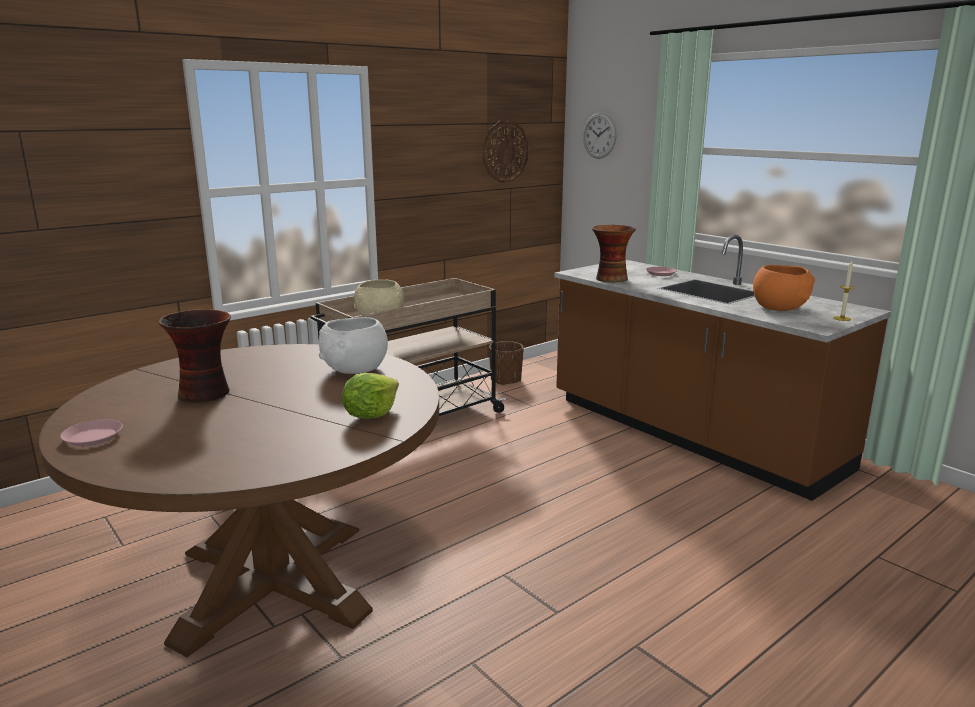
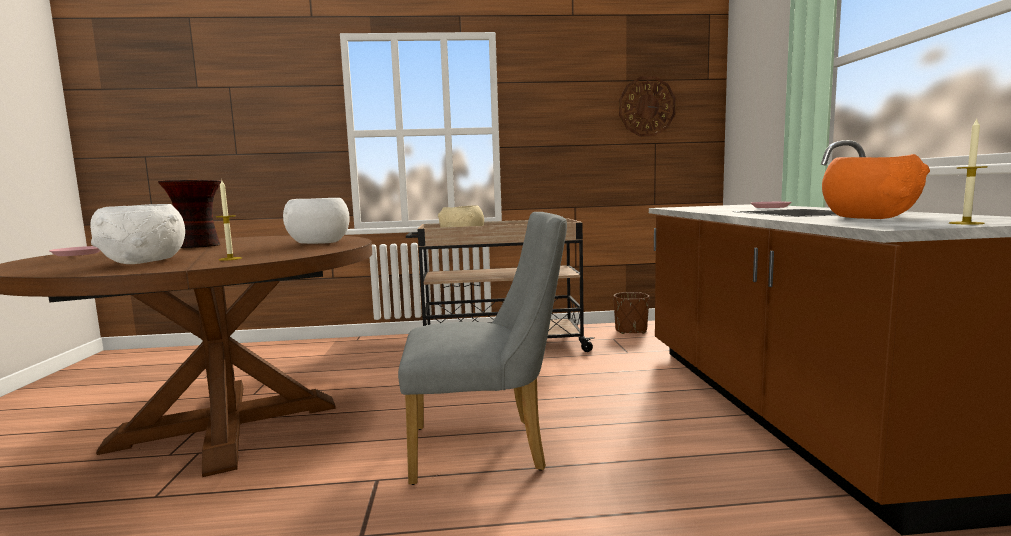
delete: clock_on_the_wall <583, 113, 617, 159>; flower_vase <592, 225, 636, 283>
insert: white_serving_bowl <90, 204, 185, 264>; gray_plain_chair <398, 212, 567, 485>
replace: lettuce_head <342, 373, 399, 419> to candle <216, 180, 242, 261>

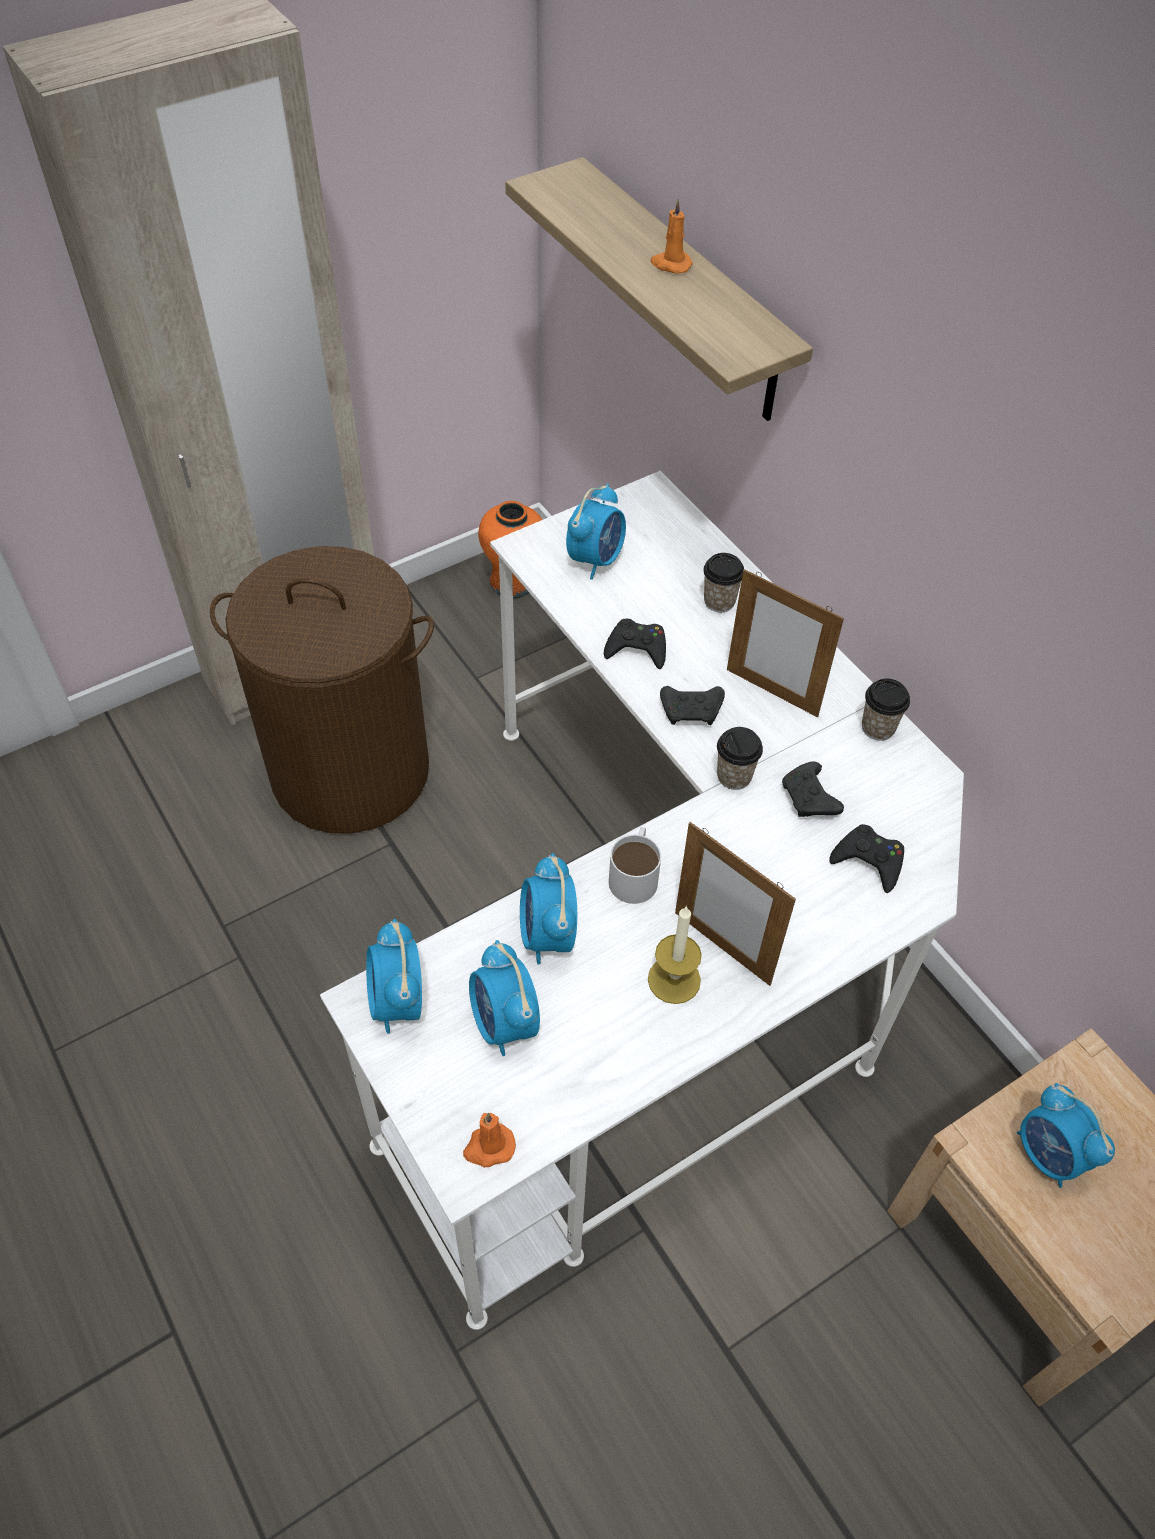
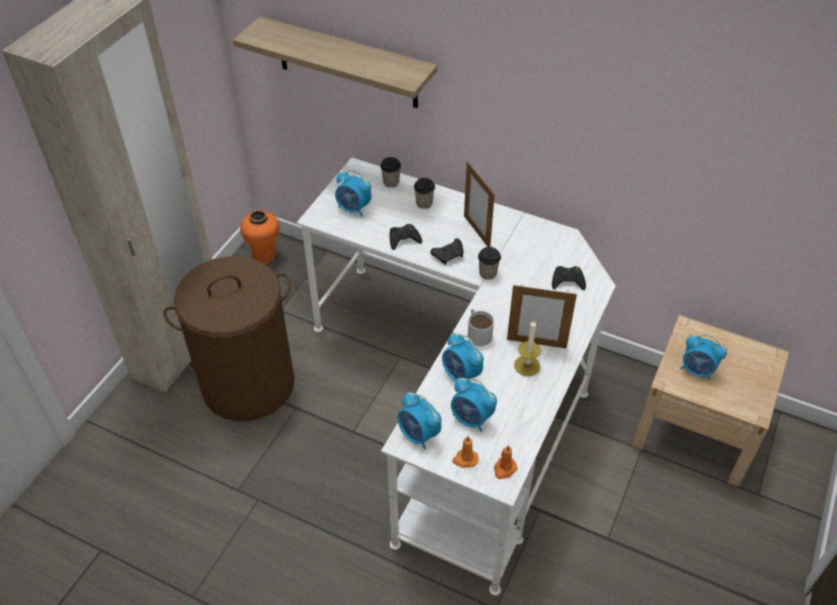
delete: blackish_game_controller <782, 762, 844, 817>
move: orange-coloured_candle <651, 199, 693, 274> to <452, 436, 479, 468>; cup <862, 679, 910, 741> to <380, 157, 401, 188>
rotate: table_clock <566, 484, 626, 580> = <335, 170, 371, 216> 120 degrees clockwise; standing_frame <727, 569, 844, 718> = <464, 161, 495, 247> 60 degrees clockwise

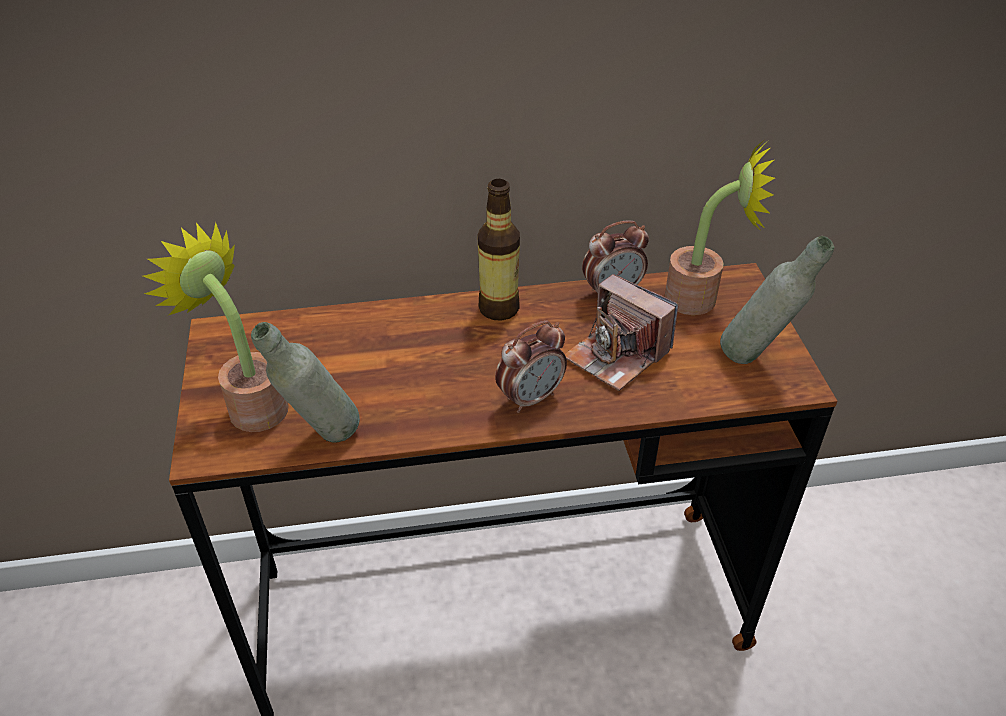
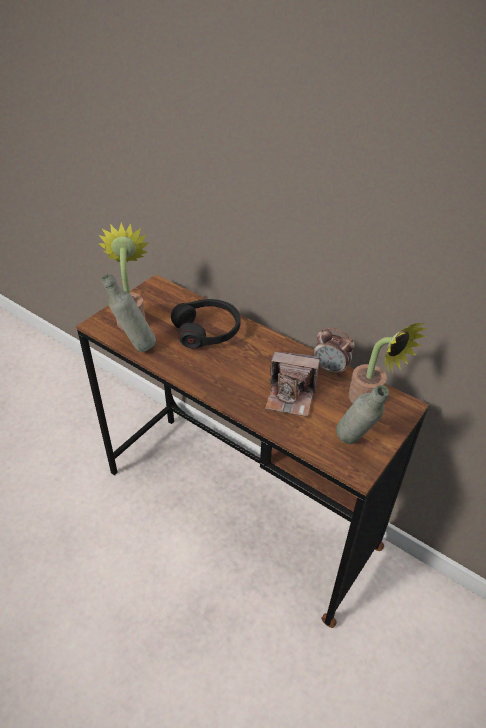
delete: drink_bottle <478, 179, 520, 321>; table_clock <495, 320, 567, 413>
insert: blackish_pair_of_headphones <171, 299, 241, 348>
rotate: still_camera <565, 274, 678, 391> = <265, 351, 320, 417> 75 degrees counterclockwise

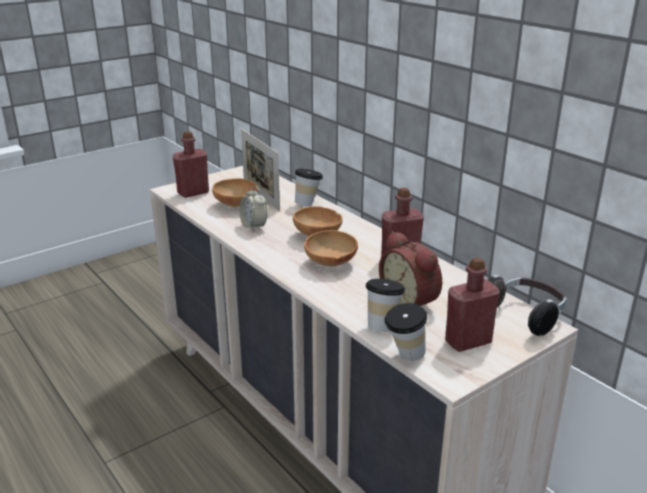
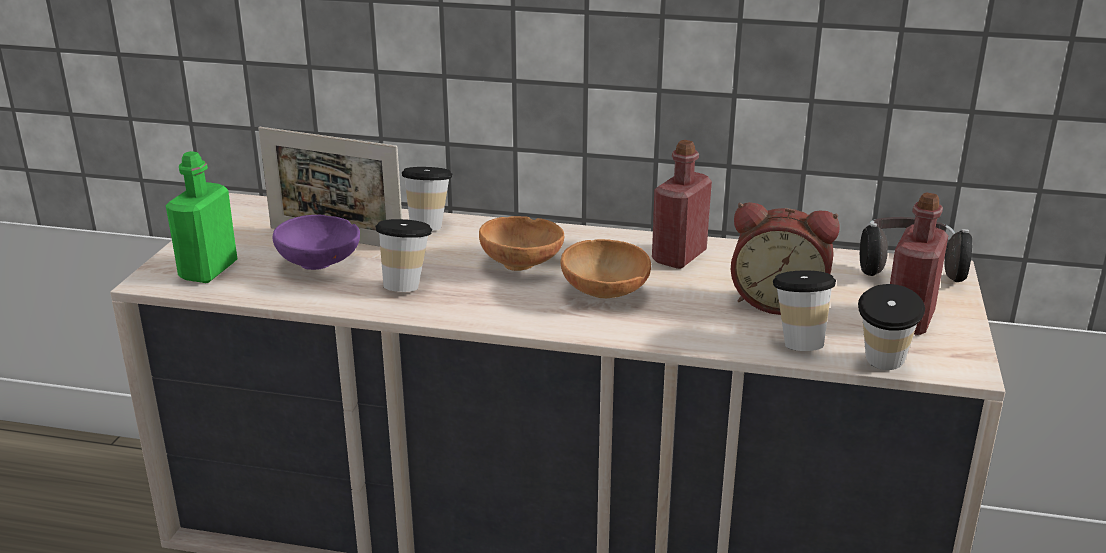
replace: table_clock <240, 186, 267, 232> to cup <376, 219, 432, 292>
recolor: reddish_drink_bottle <173, 131, 209, 198> to green_drink_bottle <166, 151, 237, 283>; brownish_serving_bowl <212, 178, 258, 207> to purplish_serving_bowl <273, 215, 360, 270>

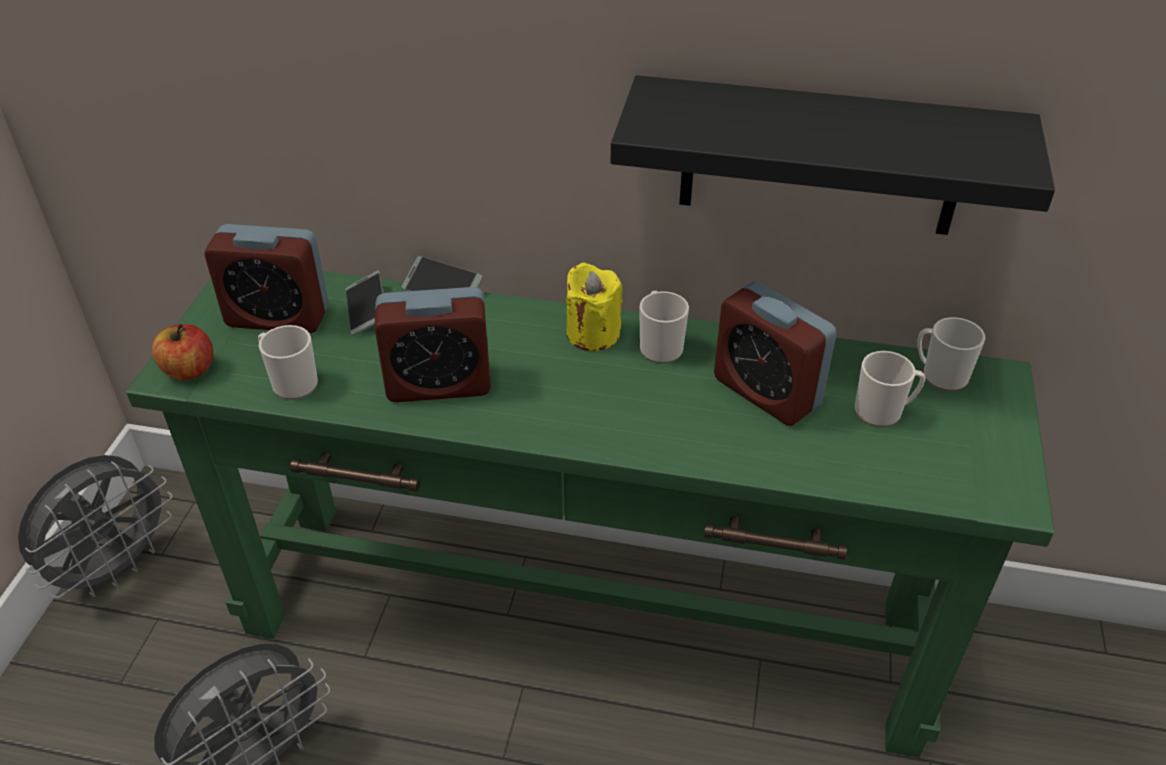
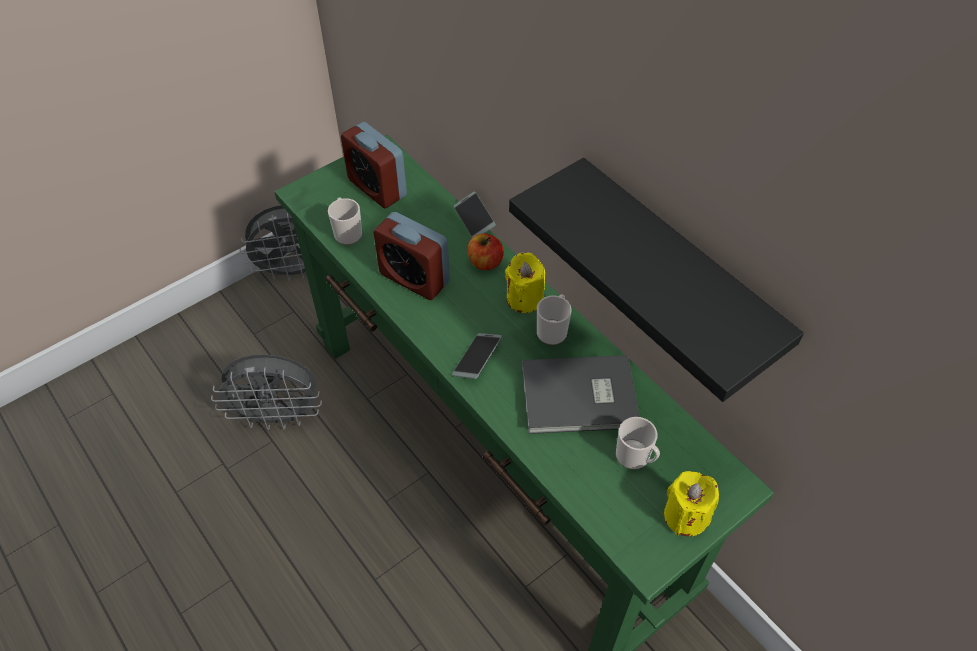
delete: tea_mug <918, 317, 985, 391>
insert: yellowish_candle <664, 471, 719, 536>
move: handset <345, 271, 384, 336> to <452, 333, 502, 379>; whole_apple <152, 324, 213, 380> to <468, 233, 504, 270>
replace: table_clock <714, 282, 837, 426> to gray_book <522, 355, 640, 434>

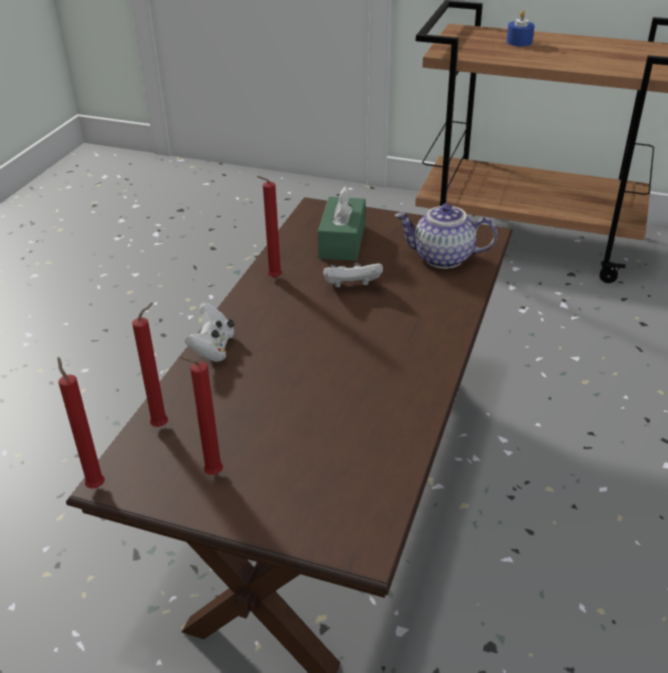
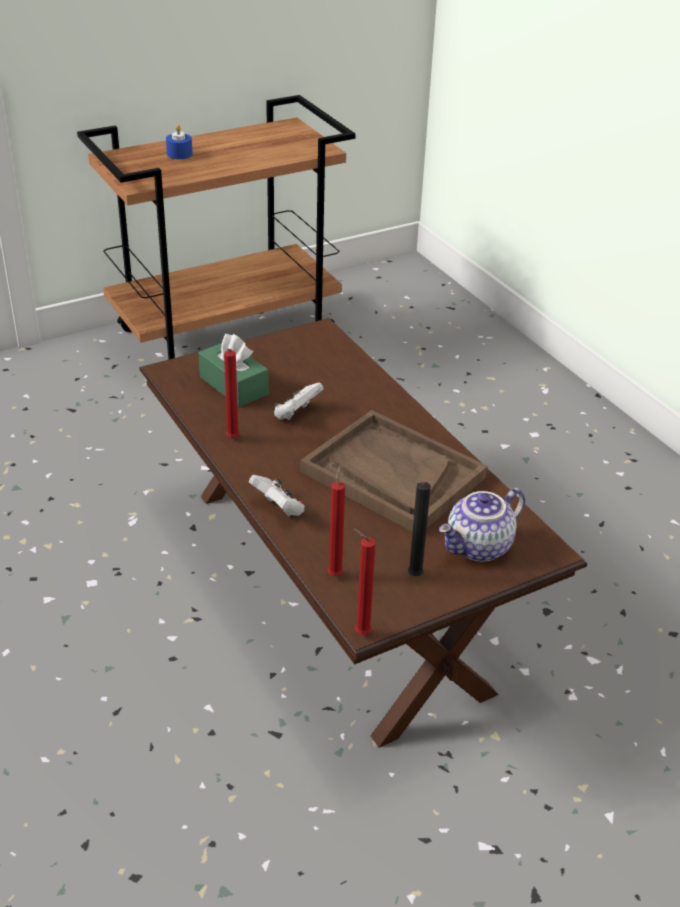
insert: brownish_serving_tray <300, 410, 488, 532>
move: teapot <395, 203, 498, 269> to <439, 488, 525, 562>
recolor: reddish_candle <179, 356, 223, 475> to blackish_candle <408, 481, 431, 576>

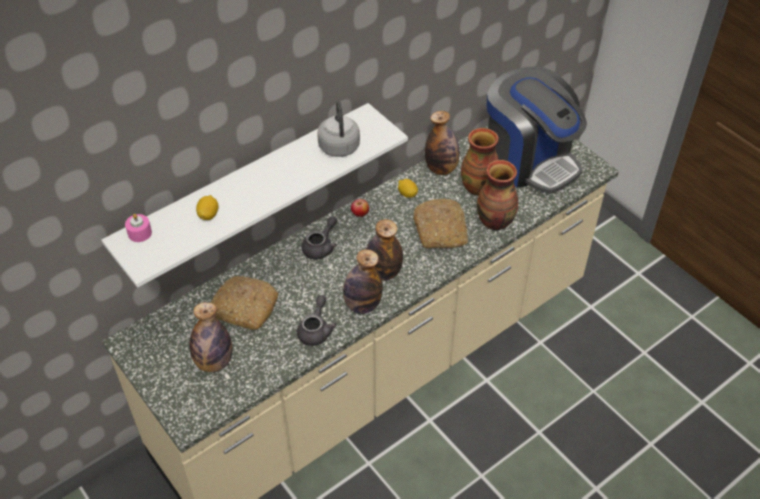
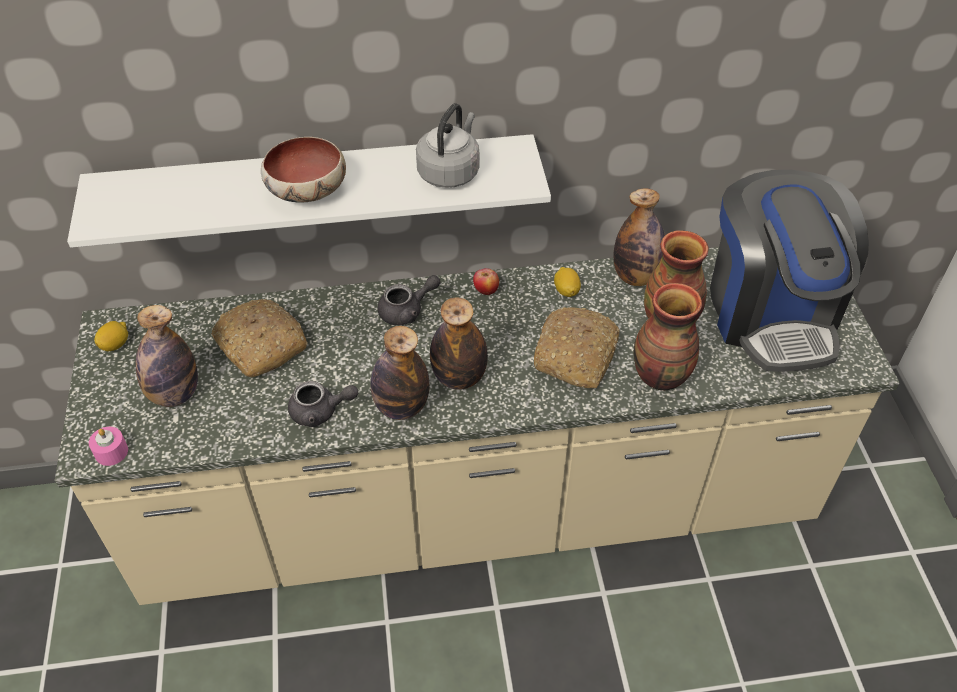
insert: serving_bowl <261, 137, 346, 203>
move: lemon <196, 195, 218, 220> to <95, 321, 128, 351>; pink_candle <125, 214, 152, 242> to <89, 427, 128, 466>
rotate: gray_teapot <297, 295, 337, 346> = <288, 381, 358, 427> 45 degrees clockwise

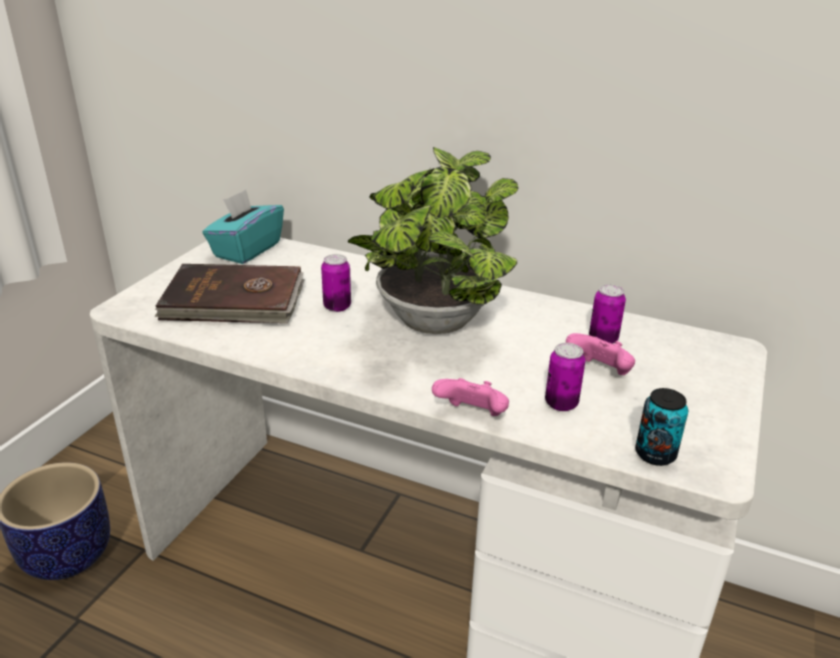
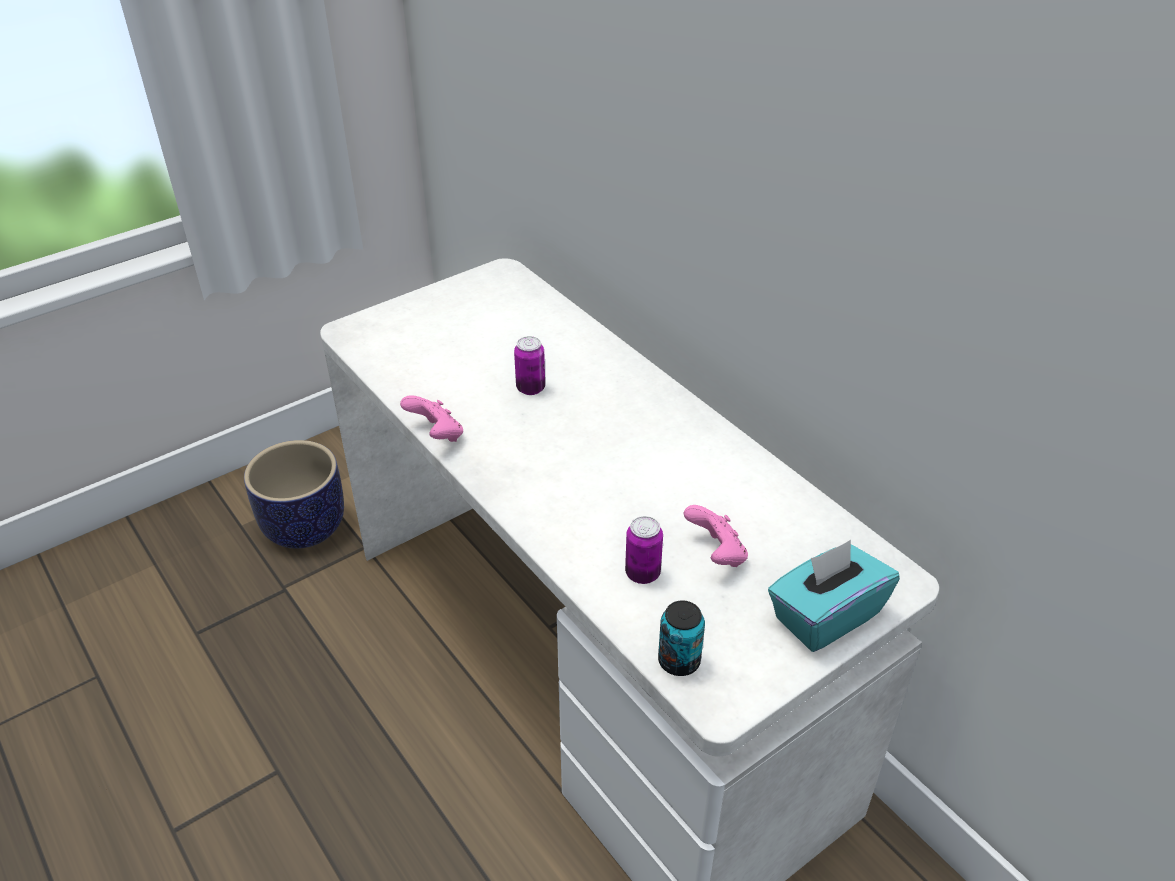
delete: potted_plant <348, 147, 518, 334>; brownish_book <155, 264, 305, 323>; metal_can <589, 284, 626, 344>
move: turquoise_tissue_holder <202, 189, 284, 264> to <768, 540, 900, 652>; pink_game_controller <432, 378, 509, 416> to <400, 395, 463, 442>

